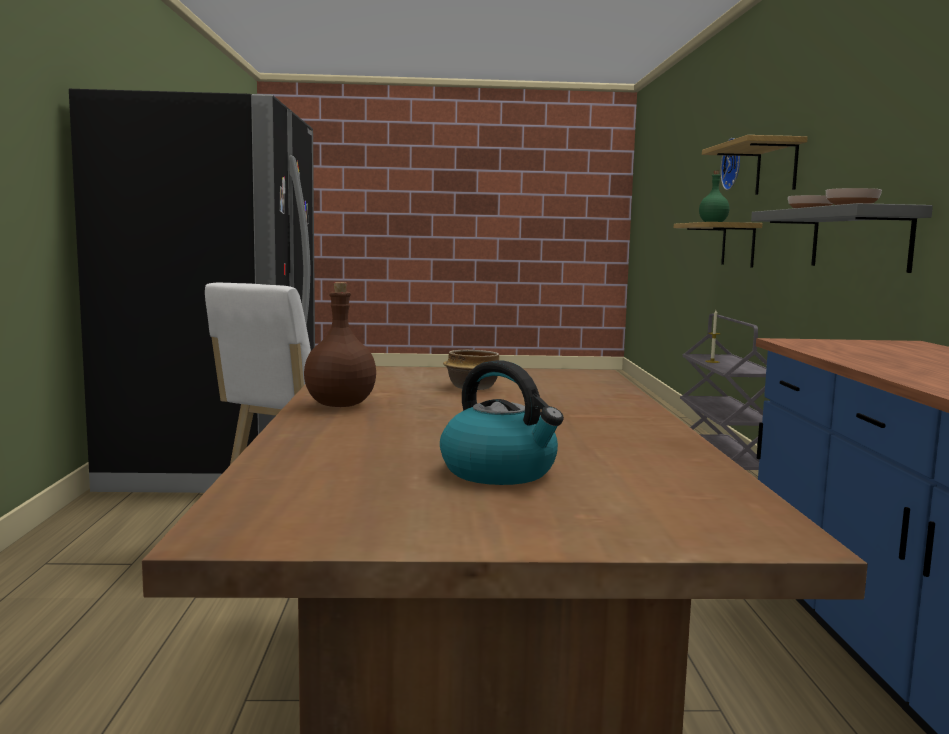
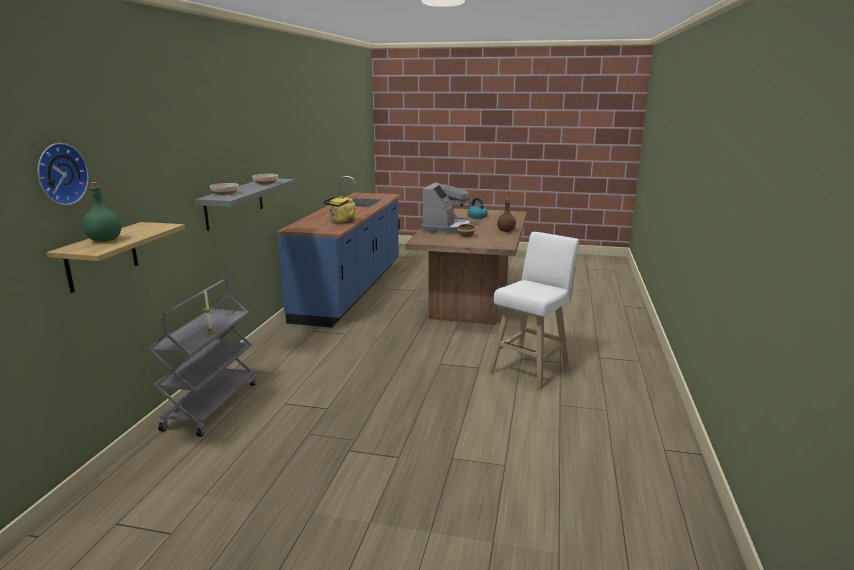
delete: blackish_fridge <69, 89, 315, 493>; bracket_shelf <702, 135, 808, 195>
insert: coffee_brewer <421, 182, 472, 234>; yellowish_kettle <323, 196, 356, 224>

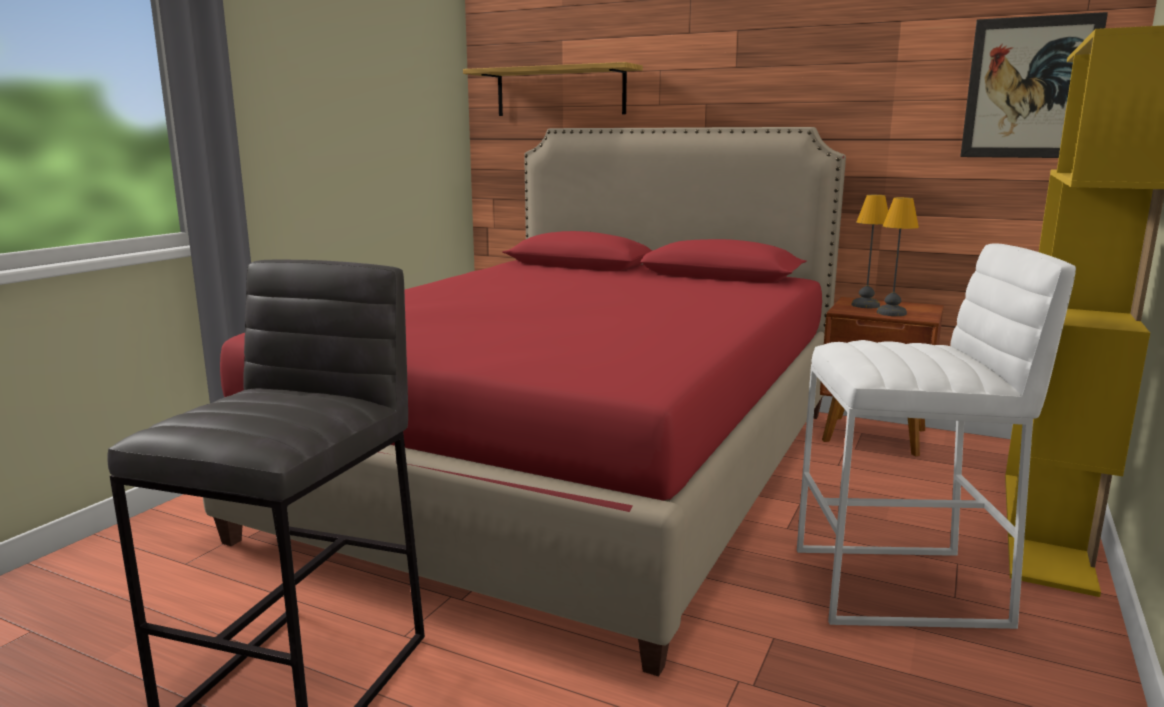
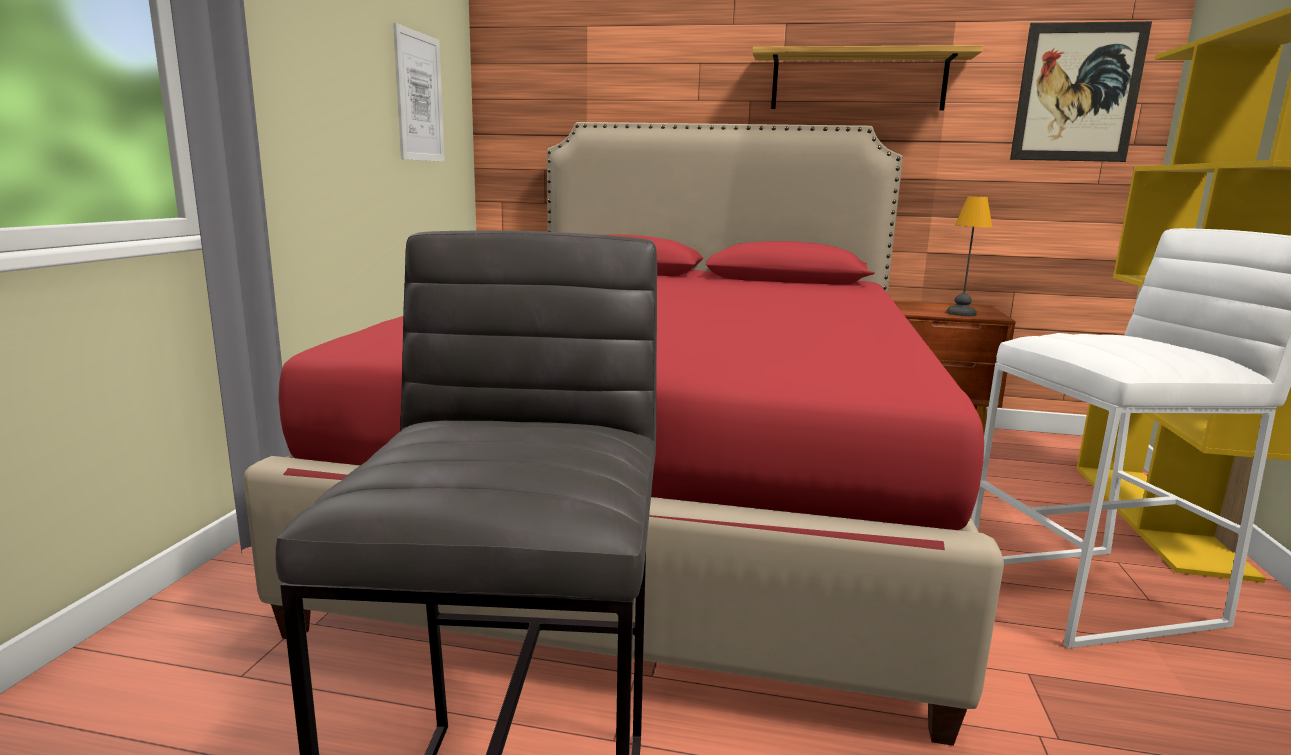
delete: lamp_for_a_table <852, 195, 888, 308>
insert: wall_art <393, 23, 445, 162>
move: bracket_shelf <463, 62, 643, 116> to <752, 45, 983, 111>

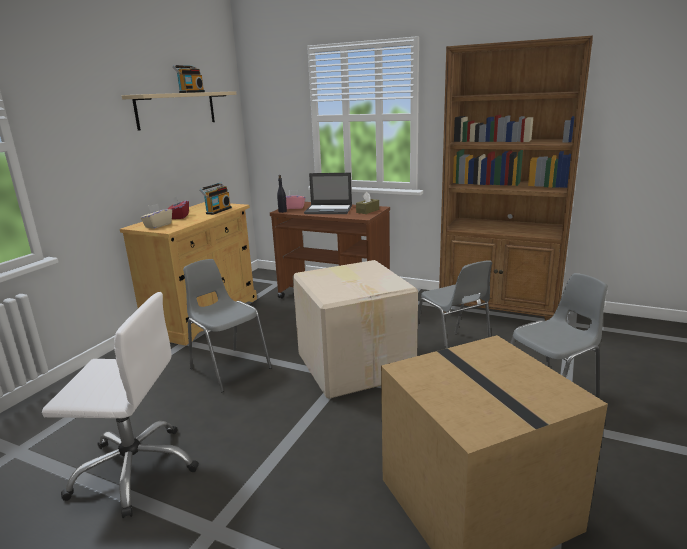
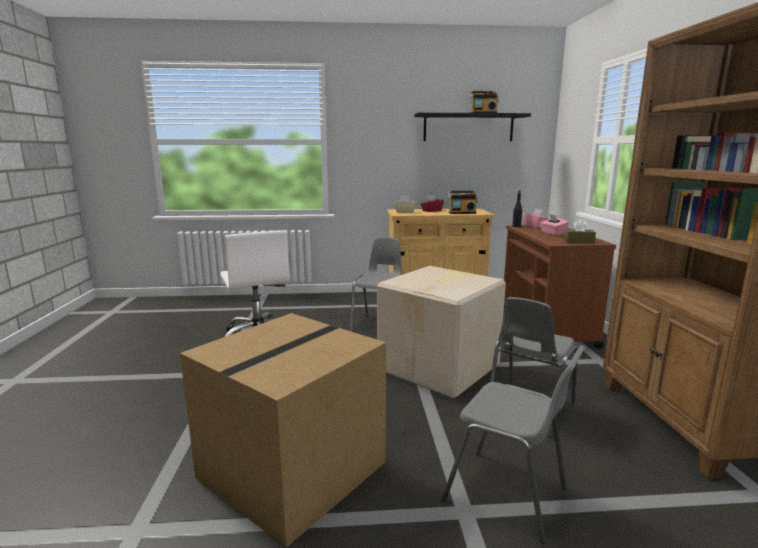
replace: laptop <304, 173, 352, 214> to pink_tissue_holder <540, 214, 569, 236>
recolor: sand-coloured_bracket_shelf <122, 91, 237, 131> to blackish_bracket_shelf <415, 113, 531, 141>

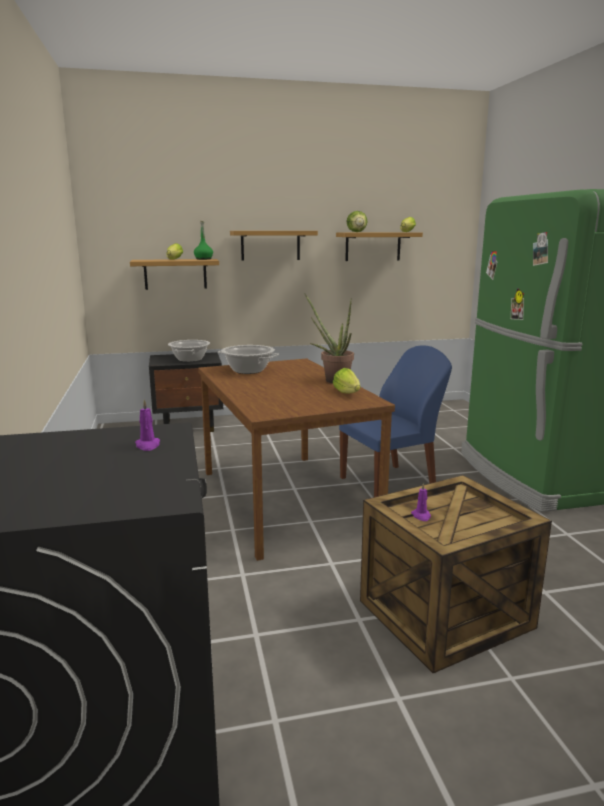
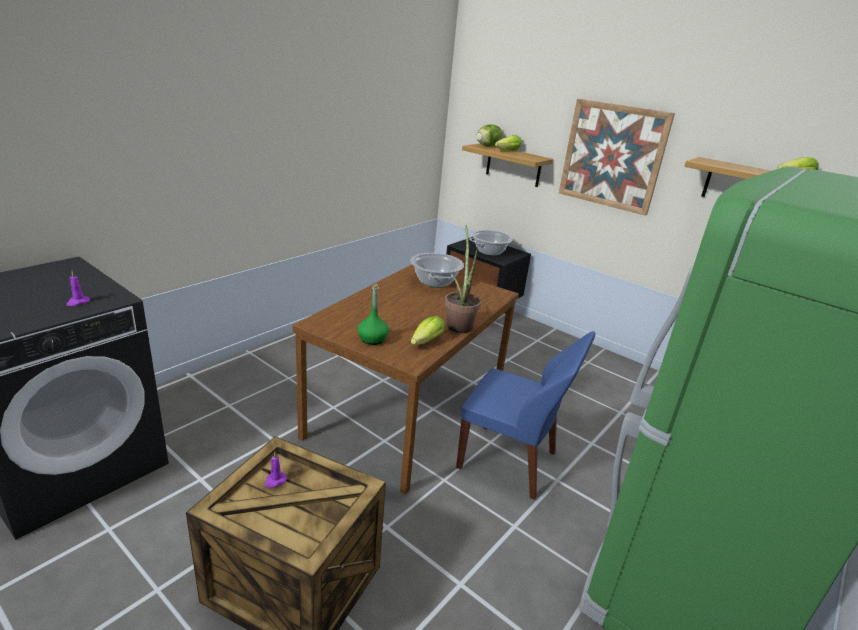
move: lettuce_head <346, 211, 367, 232> to <476, 124, 502, 146>; green_drink_bottle <194, 221, 213, 260> to <358, 284, 389, 345>
replace: bracket_shelf <230, 231, 318, 261> to wall_art <559, 99, 675, 216>

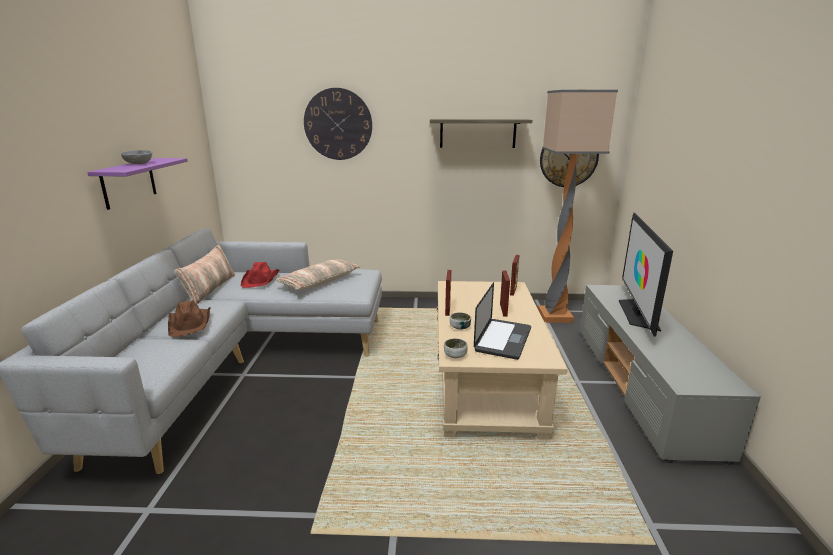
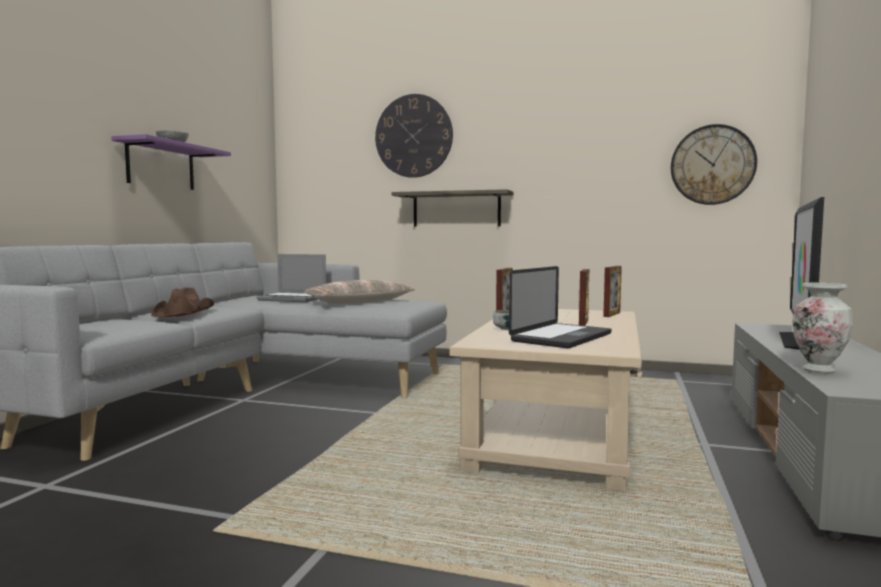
delete: standard_lamp <538, 89, 618, 323>; cushion <175, 245, 235, 304>; serving_bowl <444, 338, 468, 358>
insert: flower_vase <792, 283, 853, 374>
move: bracket_shelf <430, 119, 532, 148> to <391, 189, 514, 227>
replace: reddish_clothing_hat <241, 262, 280, 288> to laptop <257, 254, 326, 302>

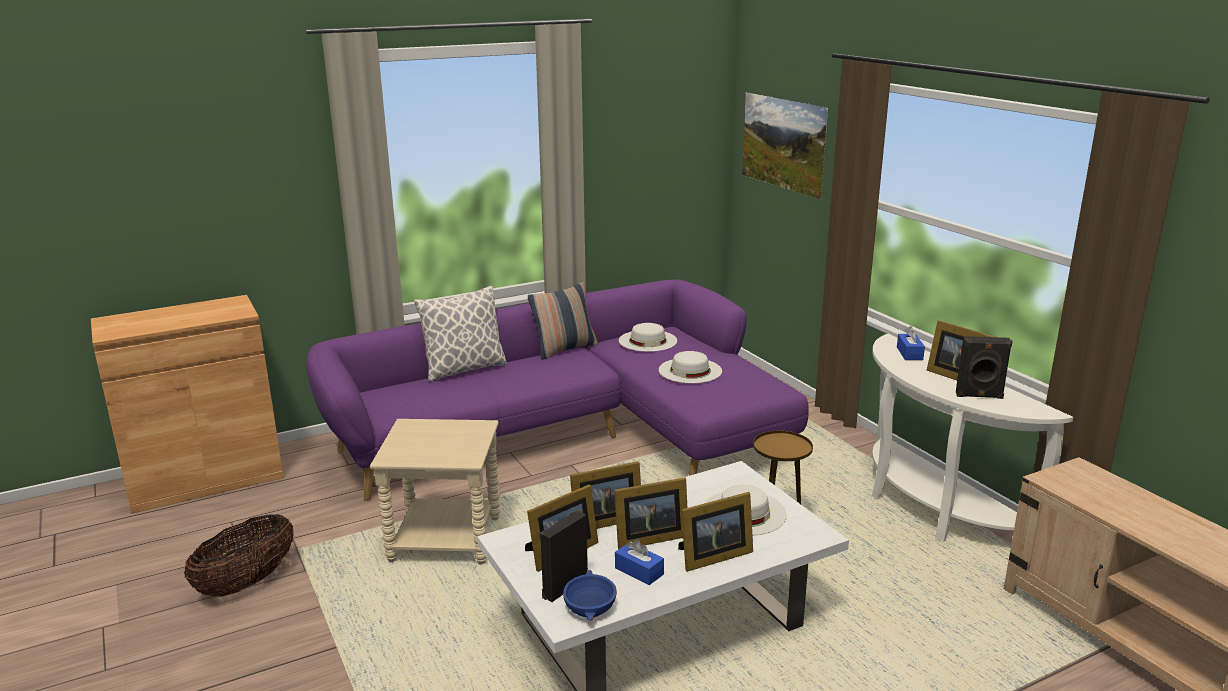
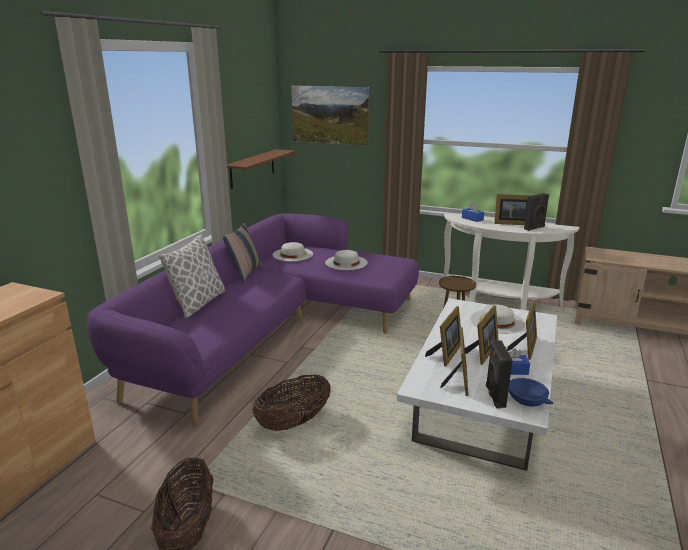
insert: brownish_bracket_shelf <227, 149, 297, 189>
replace: sand-coloured_accent_table <370, 419, 500, 564> to storage_basket <253, 375, 331, 431>

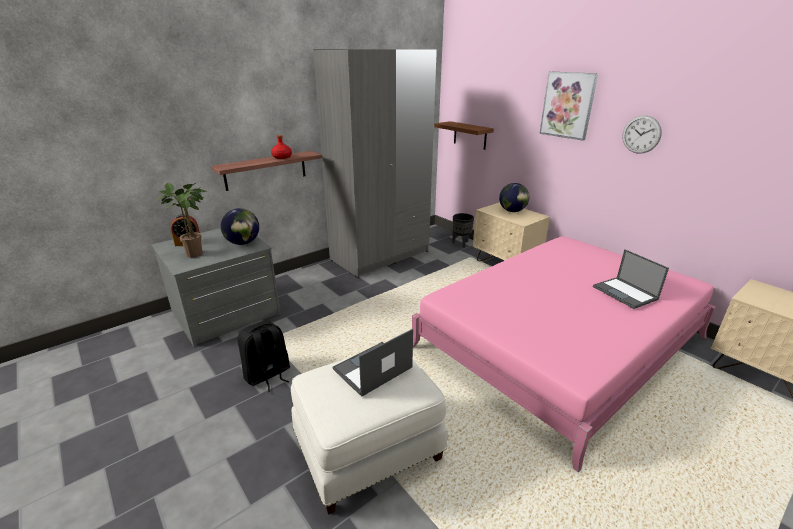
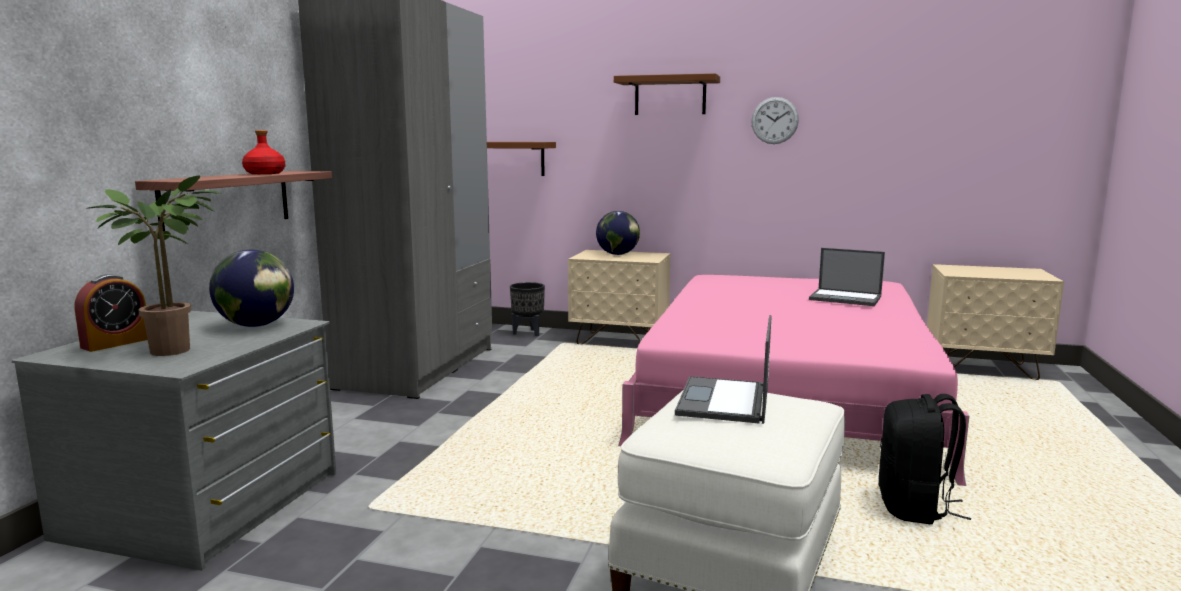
move: blackish_knapsack <237, 321, 290, 392> to <878, 394, 971, 524>
replace: wall_art <539, 72, 598, 141> to brownish_bracket_shelf <614, 73, 720, 115>

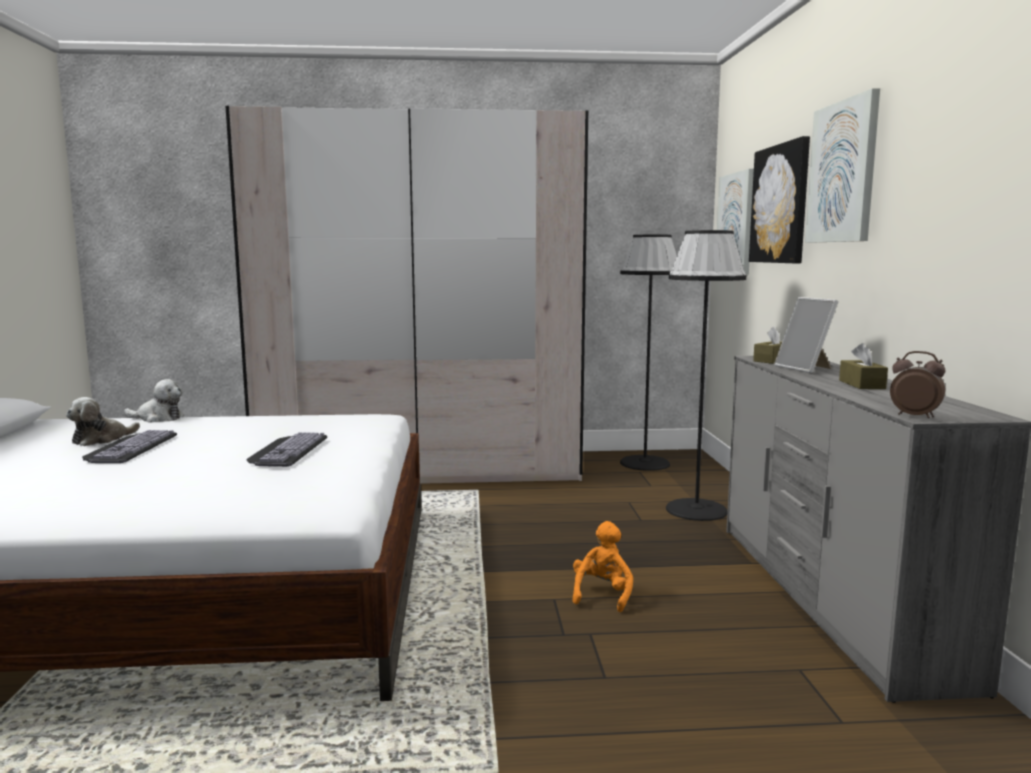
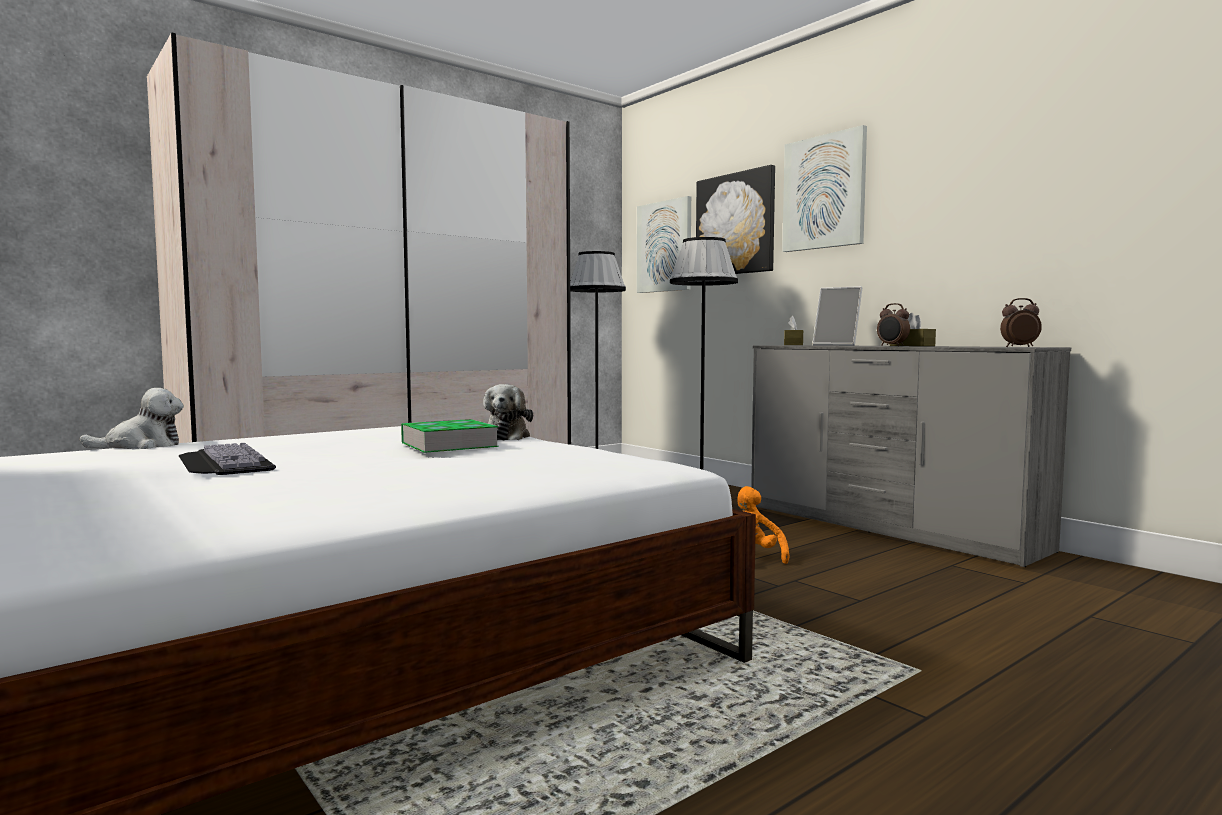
insert: table_clock <877, 303, 910, 346>
move: soft_toy <66, 397, 140, 446> to <483, 384, 533, 440>
replace: PC_keyboard <246, 432, 327, 467> to book <401, 419, 499, 453>

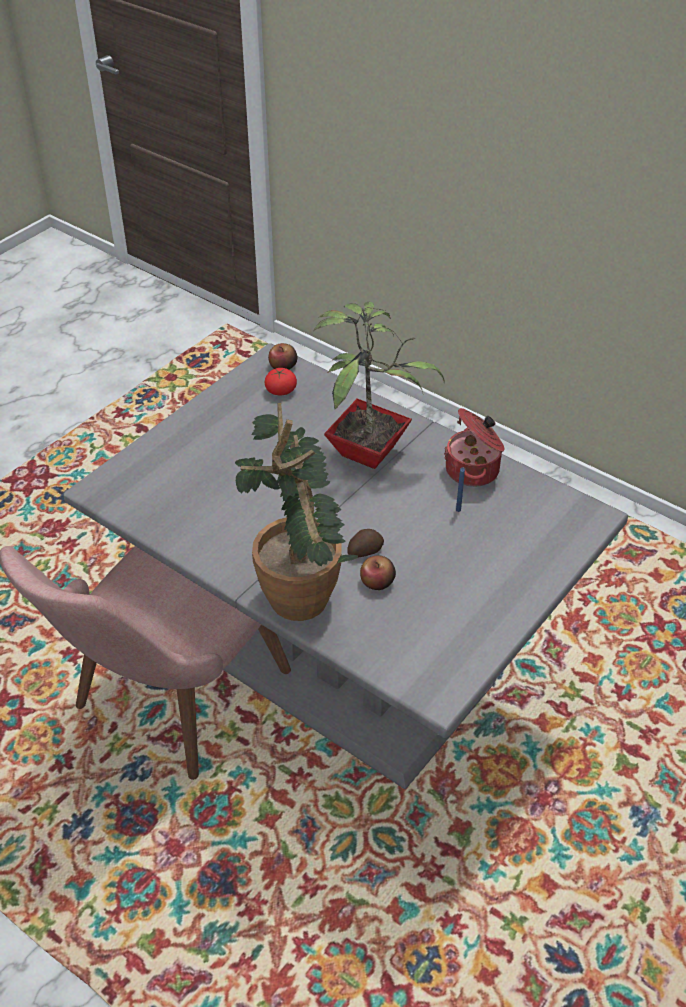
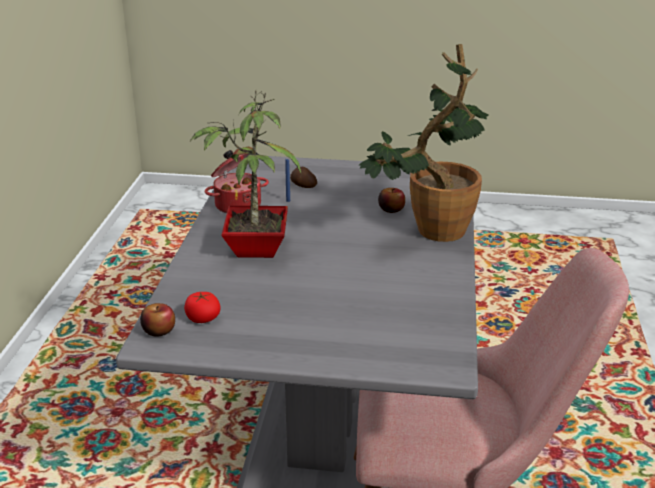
move: potato <348, 529, 384, 557> to <290, 167, 317, 188>

